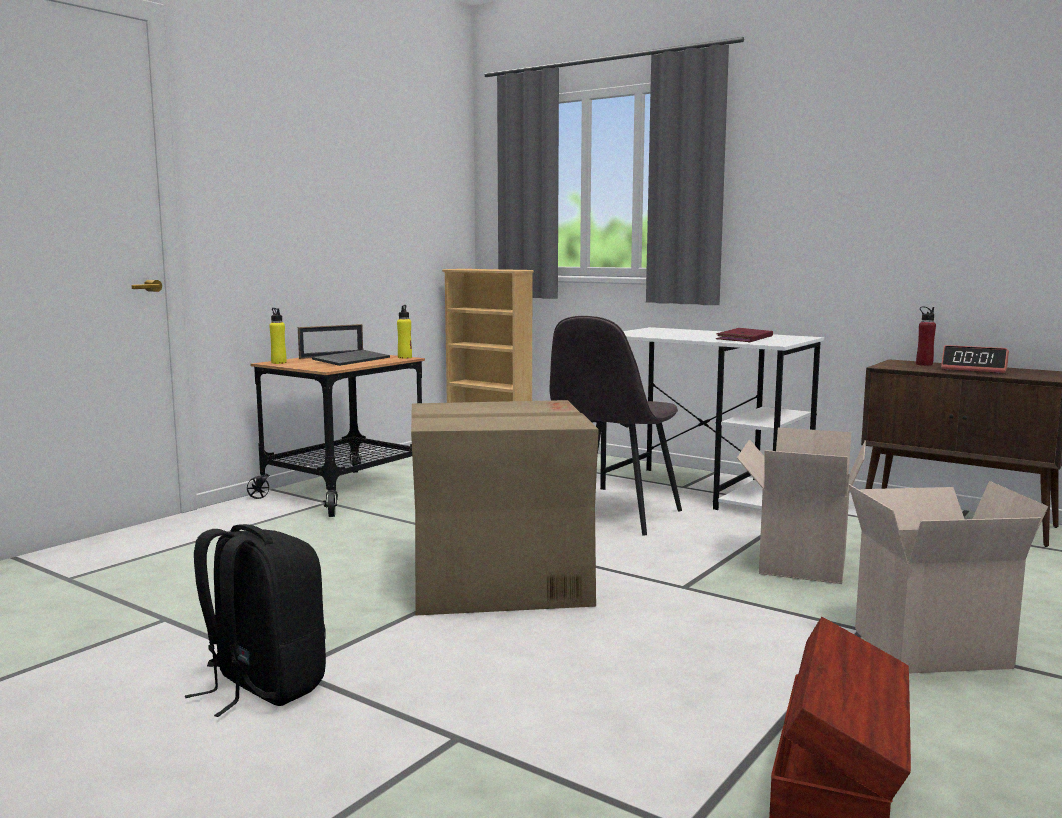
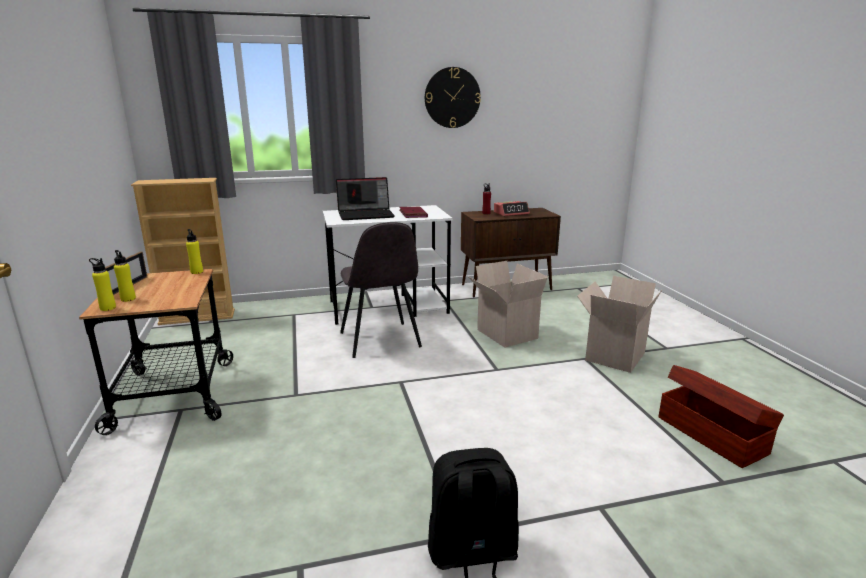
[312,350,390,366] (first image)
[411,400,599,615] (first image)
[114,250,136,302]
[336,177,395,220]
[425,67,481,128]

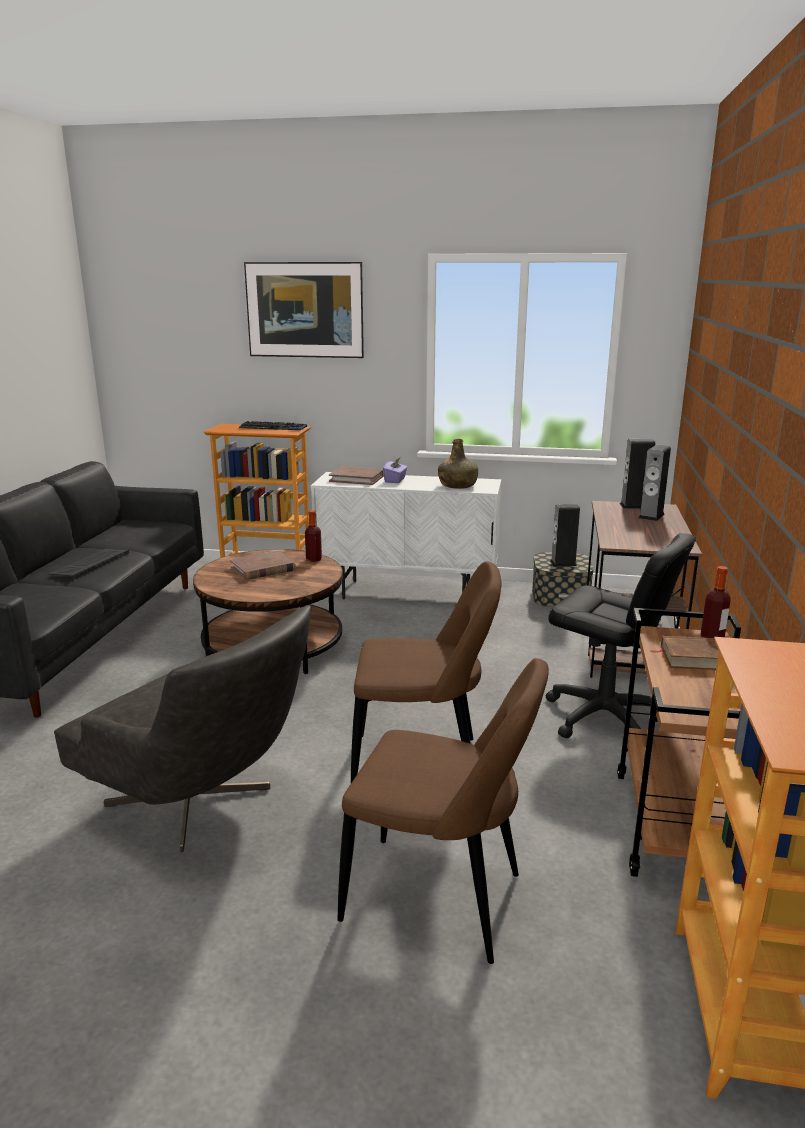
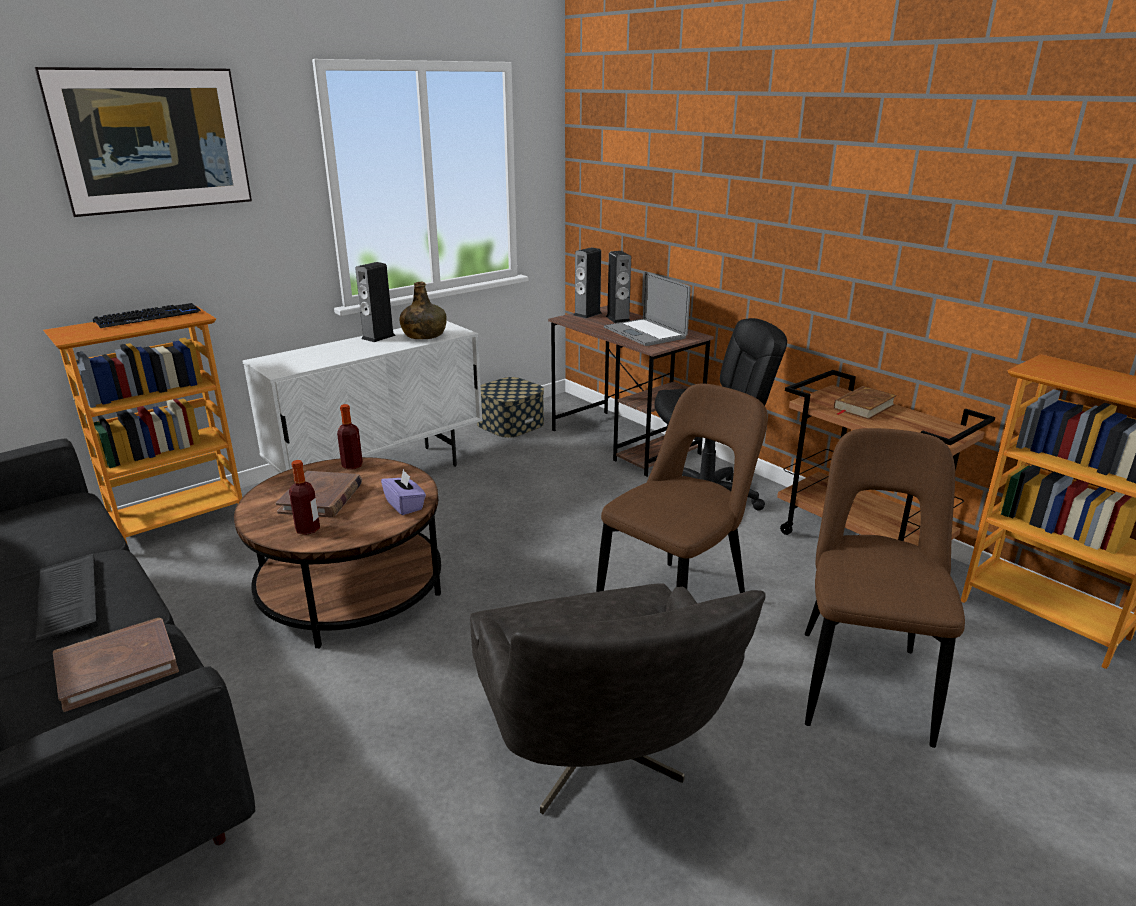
[604,272,691,346]
[53,618,179,712]
[381,469,426,515]
[355,262,396,342]
[289,460,320,535]
[470,583,766,814]
[805,428,965,748]

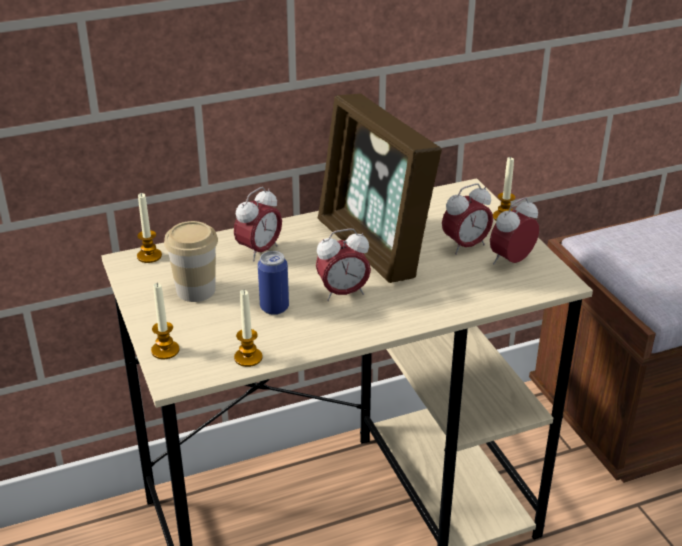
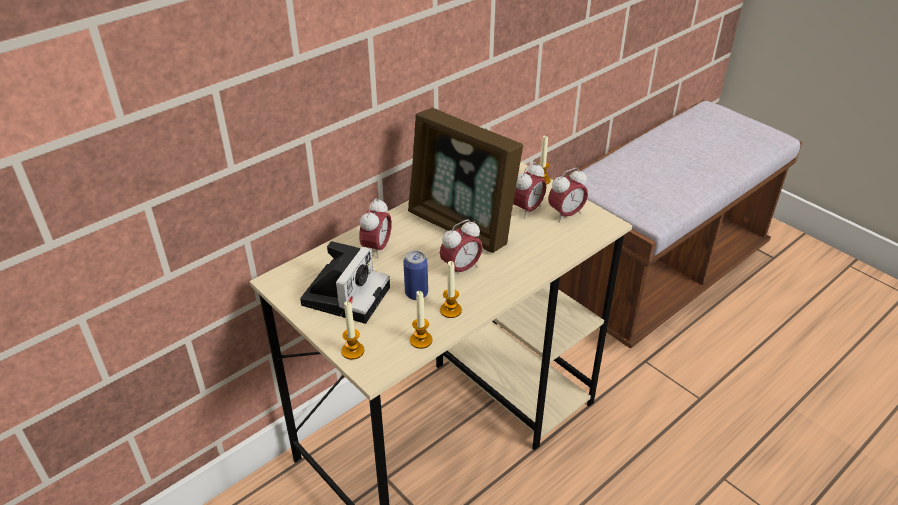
[440,261,462,318]
[300,241,390,324]
[548,168,588,222]

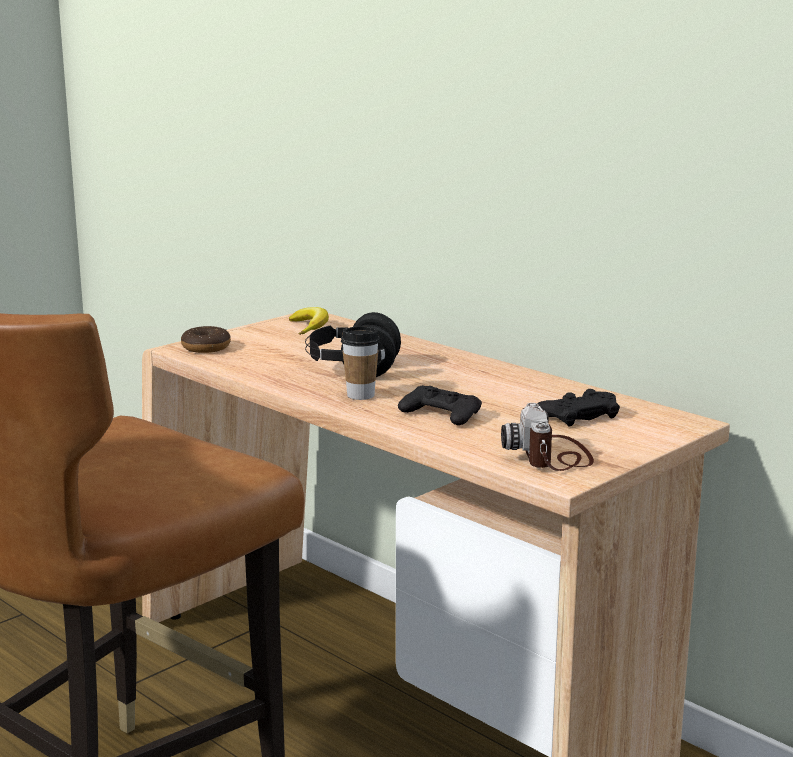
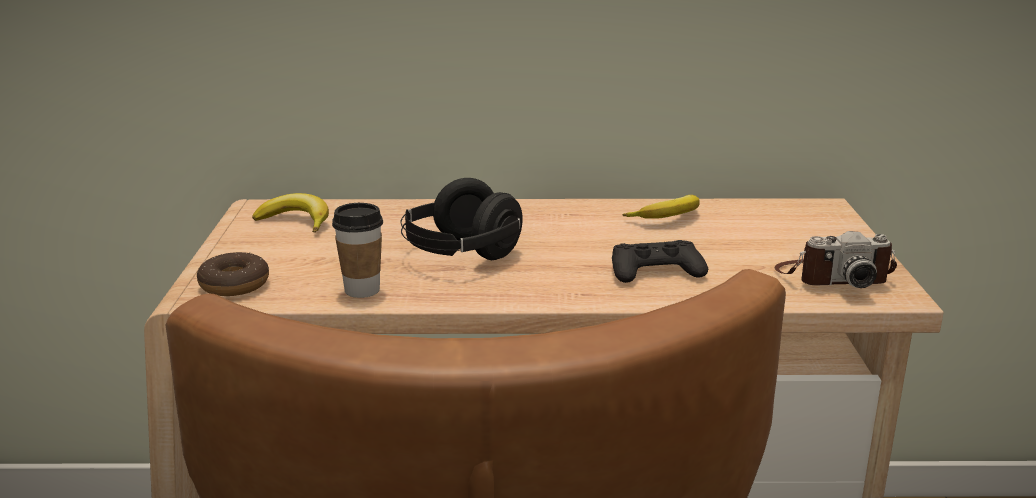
[537,389,620,427] (first image)
[622,195,700,219]
[332,203,383,298]
[775,231,897,288]

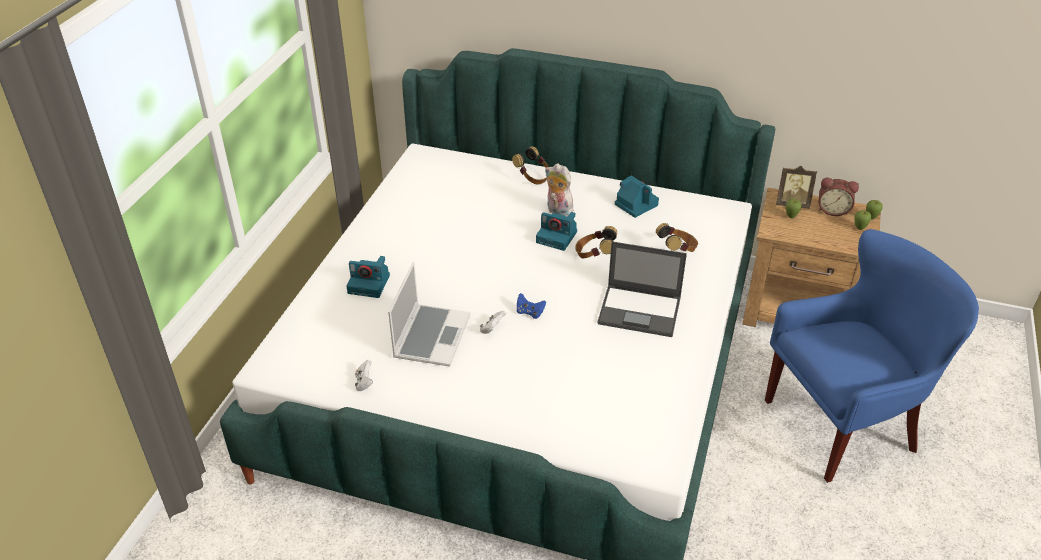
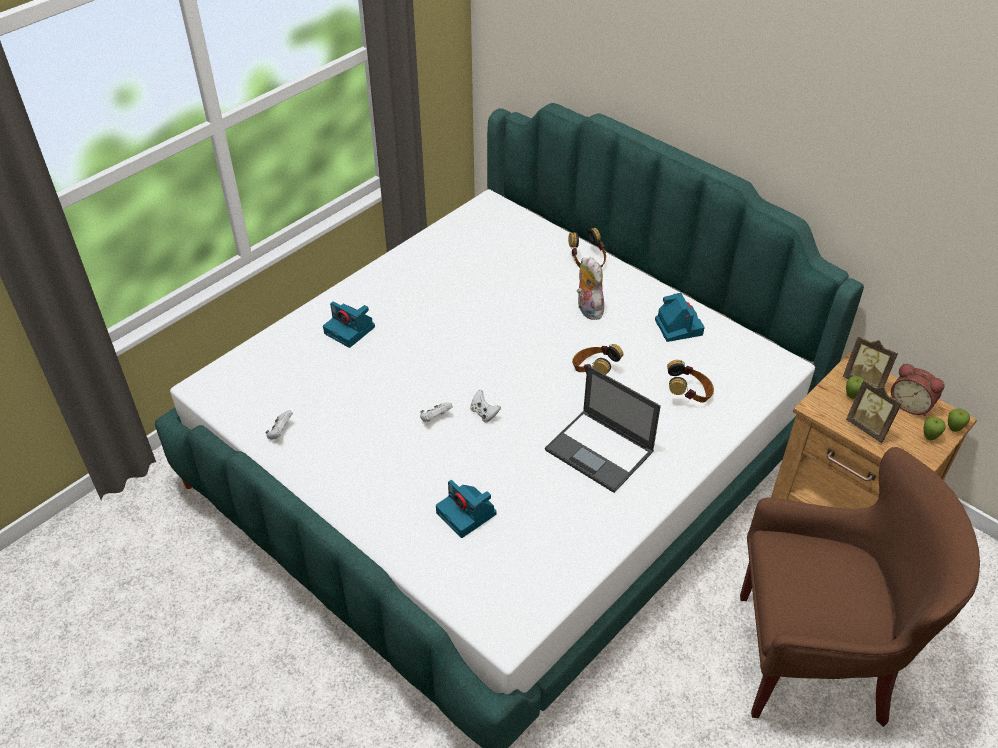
[388,262,471,367] (first image)
[846,379,902,443]
[436,480,497,538]
[470,390,501,423]
[740,447,980,727]

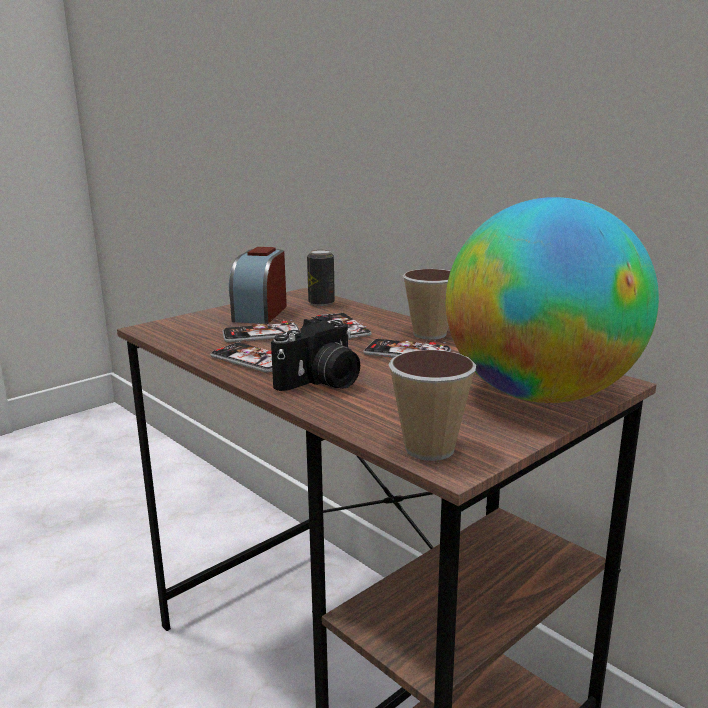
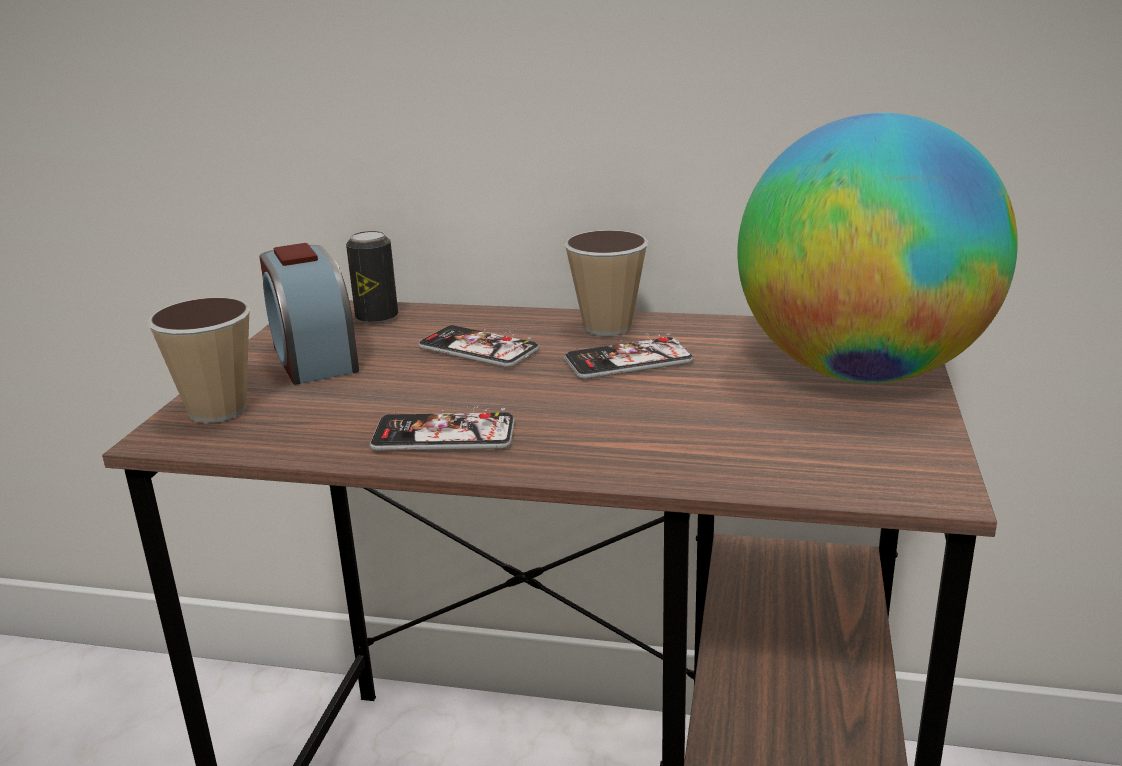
[222,319,299,342] (first image)
[271,317,360,391] (first image)
[148,297,251,423]

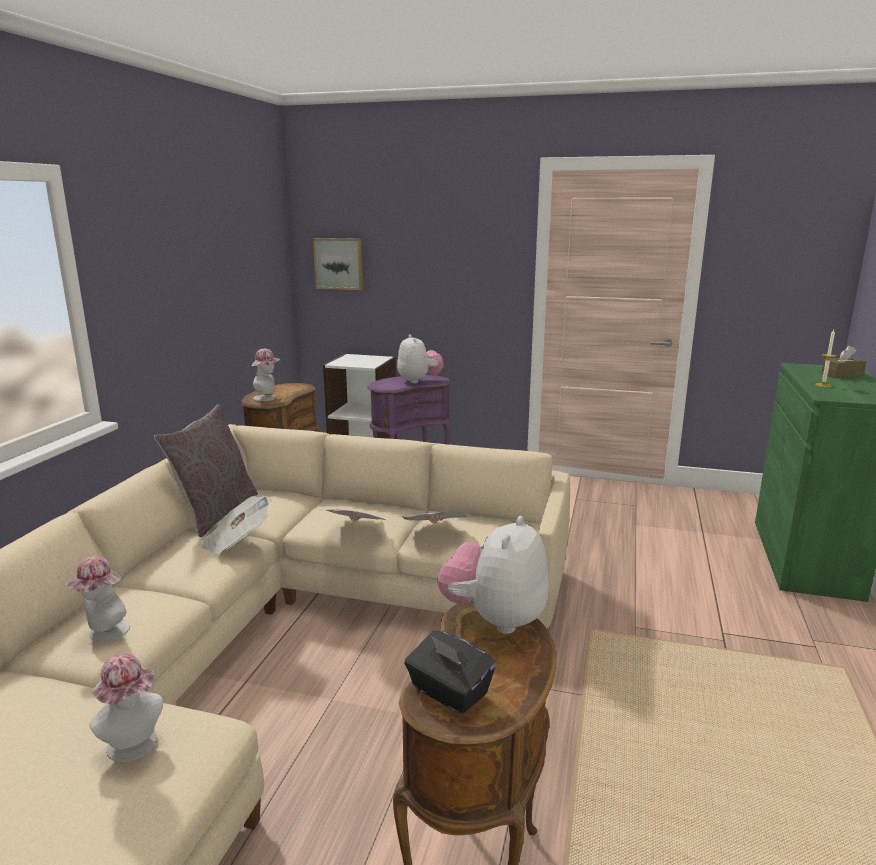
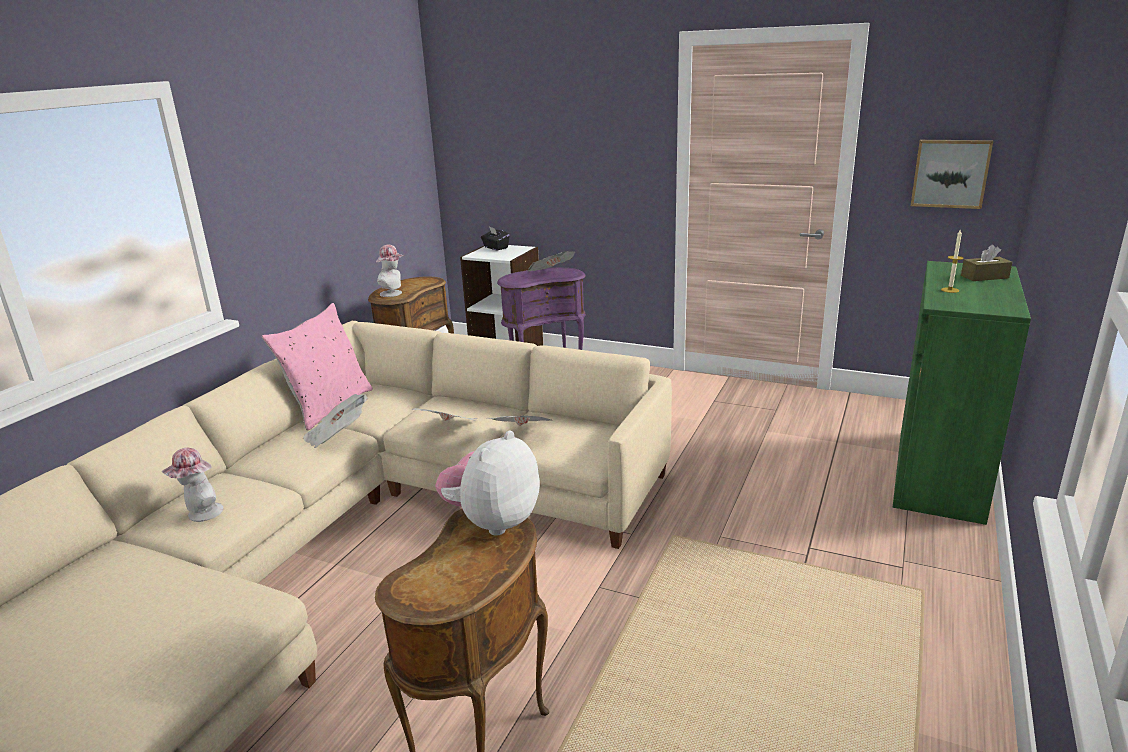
[89,654,163,762] (first image)
[911,140,993,209]
[481,227,510,251]
[528,251,575,271]
[262,303,373,431]

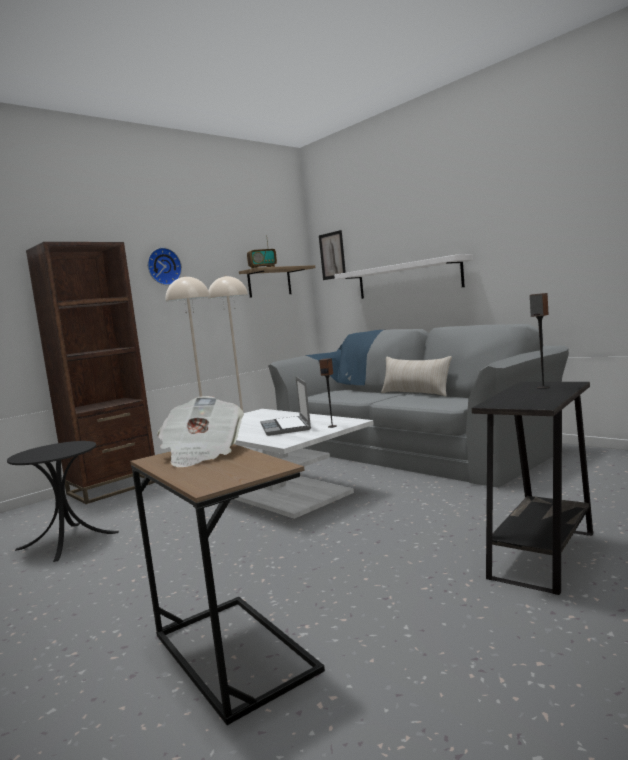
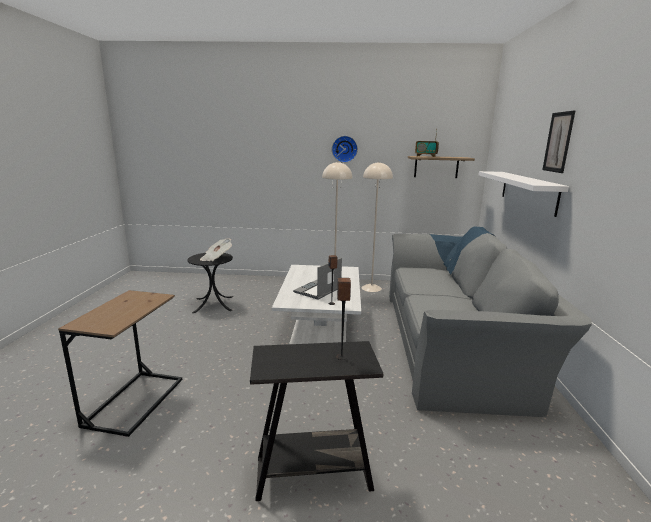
[26,242,155,504] (first image)
[381,356,452,397] (first image)
[200,238,232,261]
[542,111,575,173]

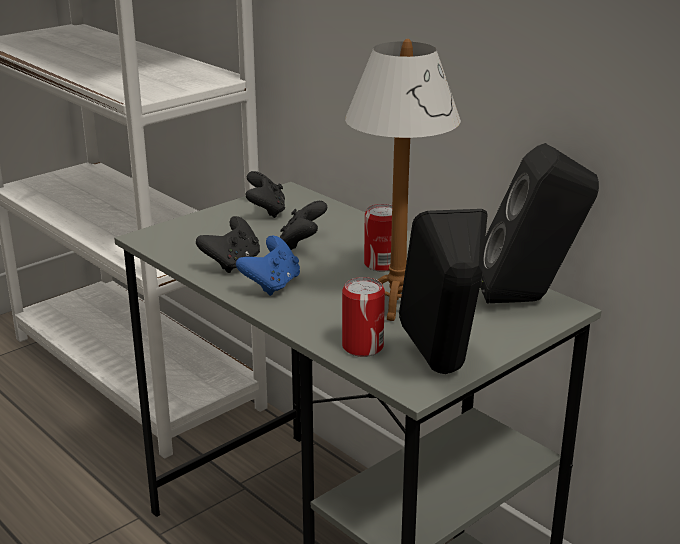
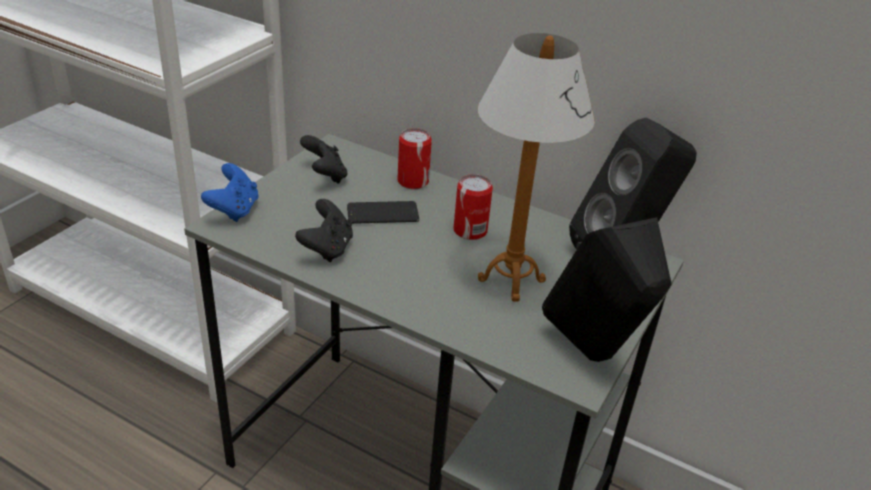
[201,163,258,222]
[397,128,432,189]
[347,201,419,224]

